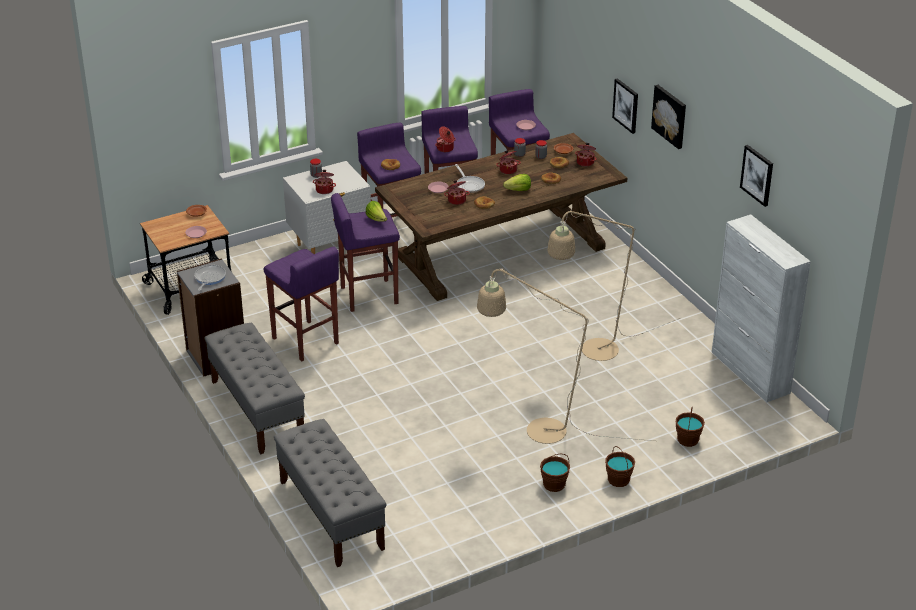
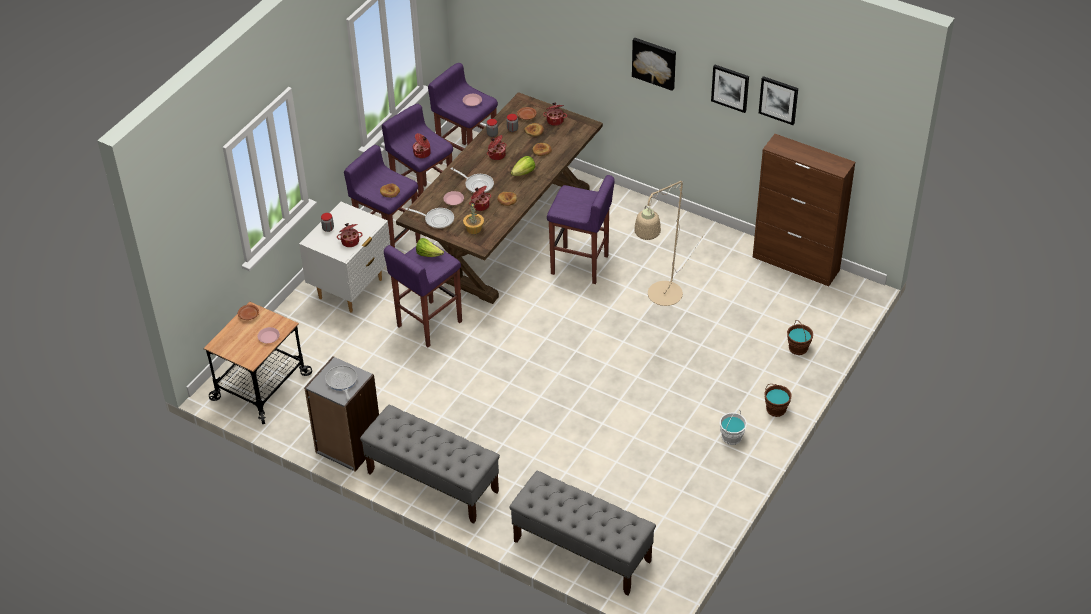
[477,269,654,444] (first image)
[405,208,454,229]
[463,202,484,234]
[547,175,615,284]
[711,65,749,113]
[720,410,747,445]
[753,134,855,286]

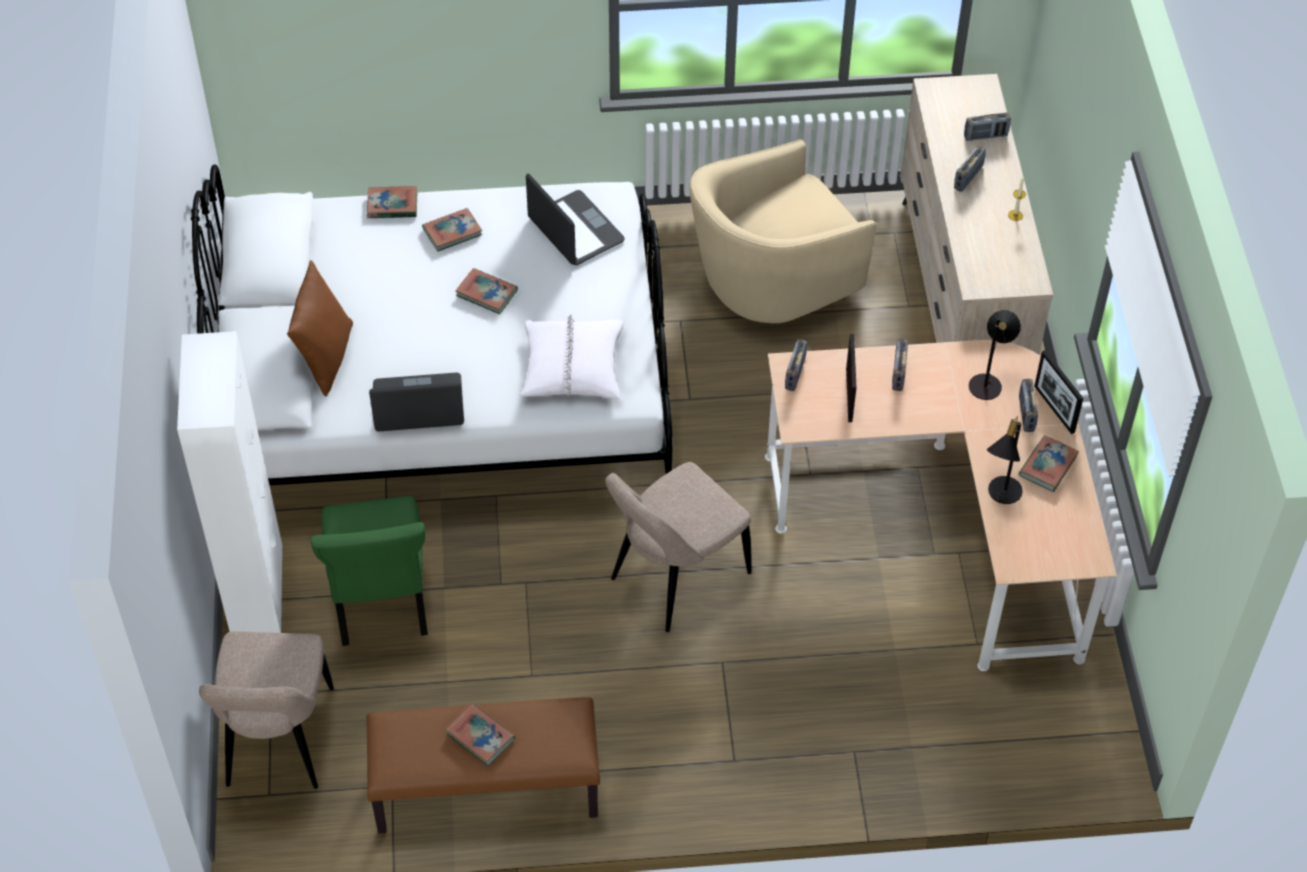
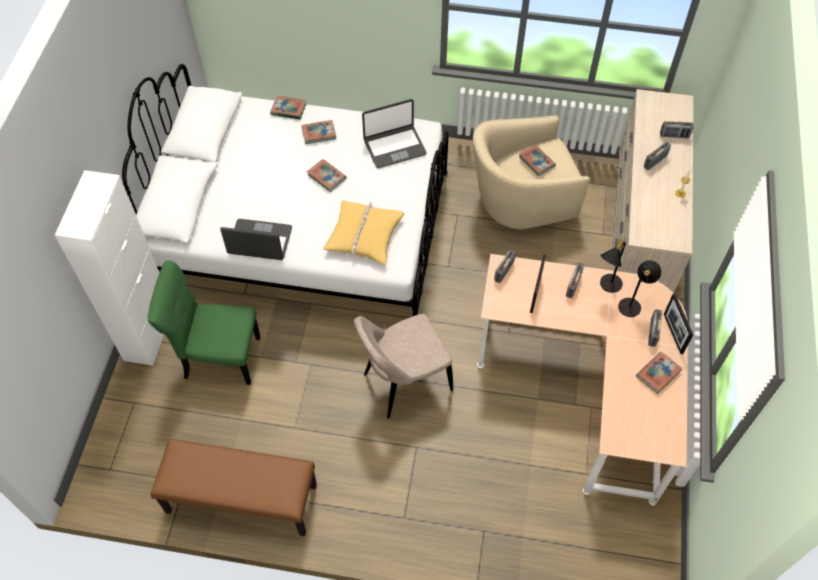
[199,631,334,789] (first image)
[287,260,353,397] (first image)
[519,145,556,176]
[600,237,626,293]
[323,200,404,265]
[147,260,260,385]
[362,99,427,168]

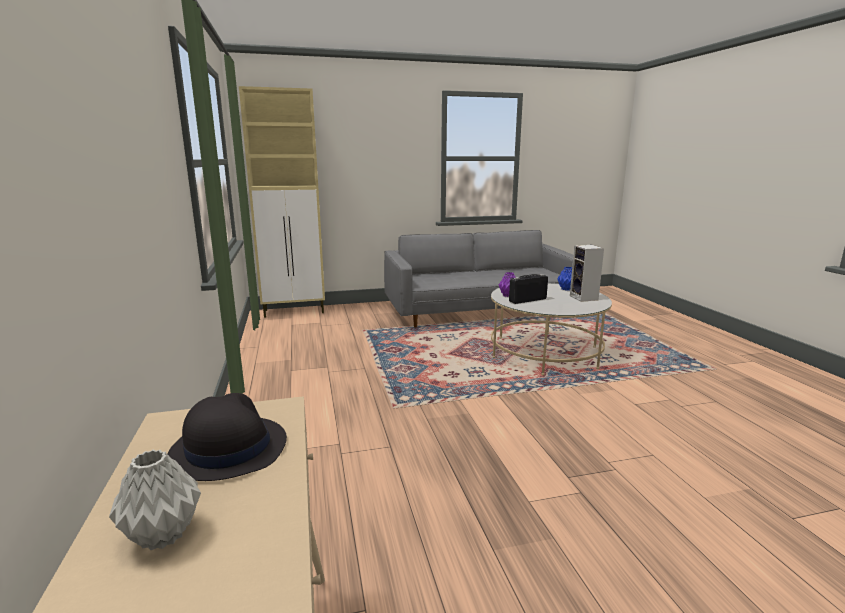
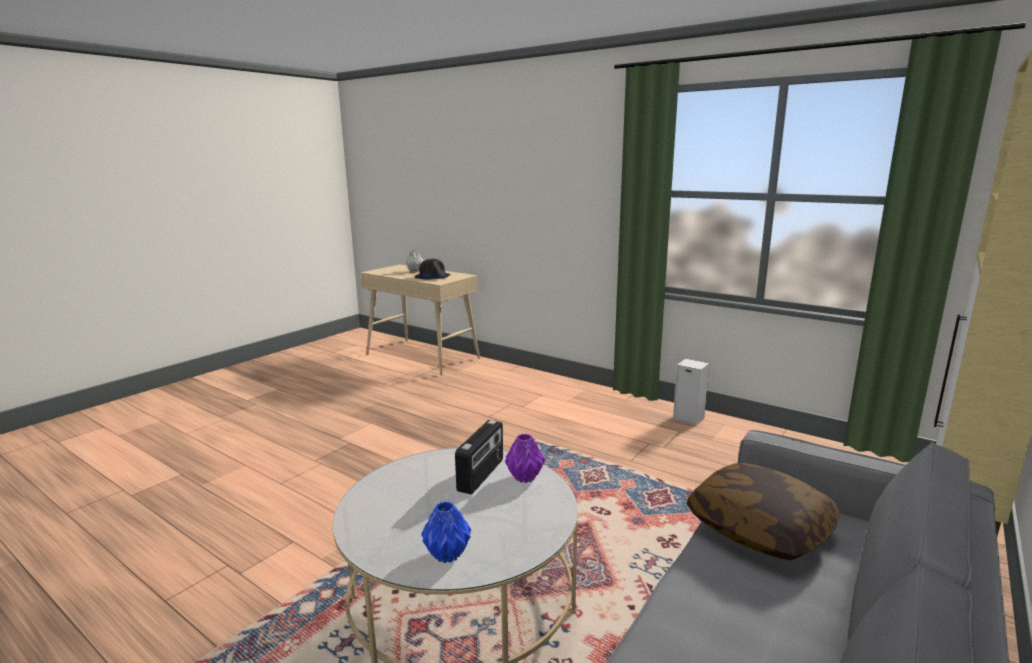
[686,463,840,560]
[673,359,709,426]

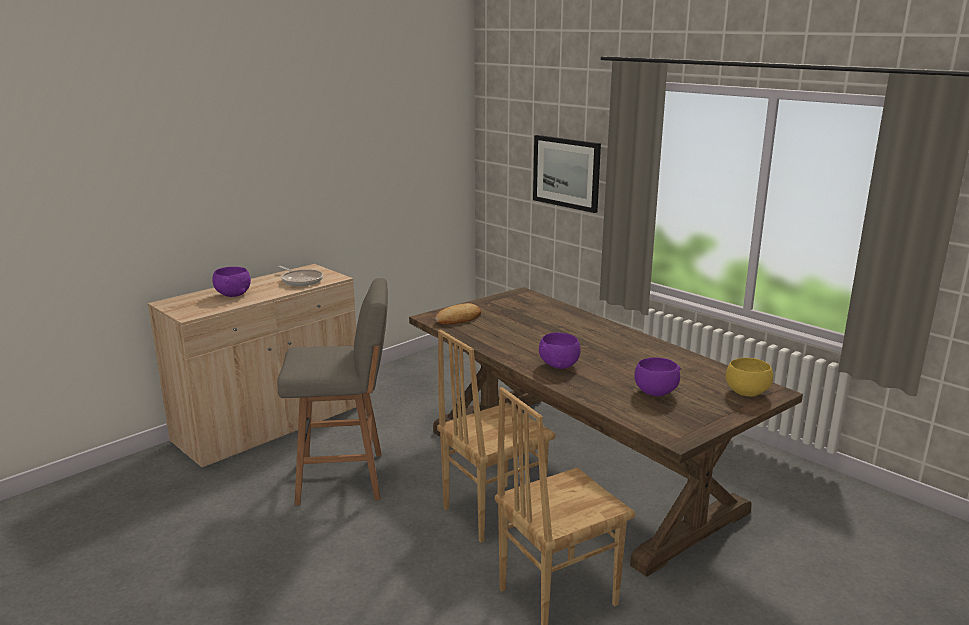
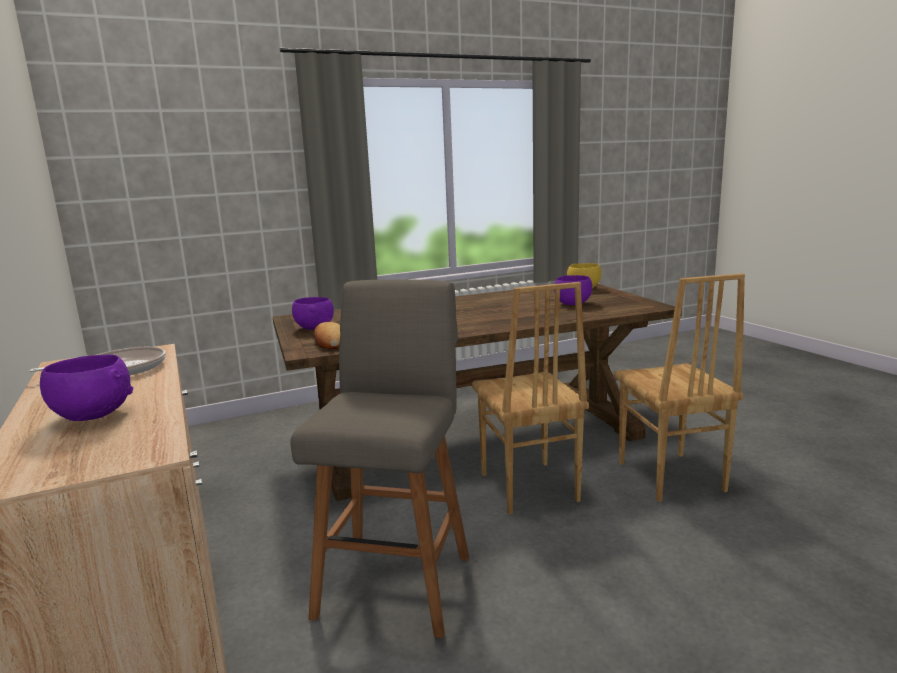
[533,135,601,213] (first image)
[292,297,334,330]

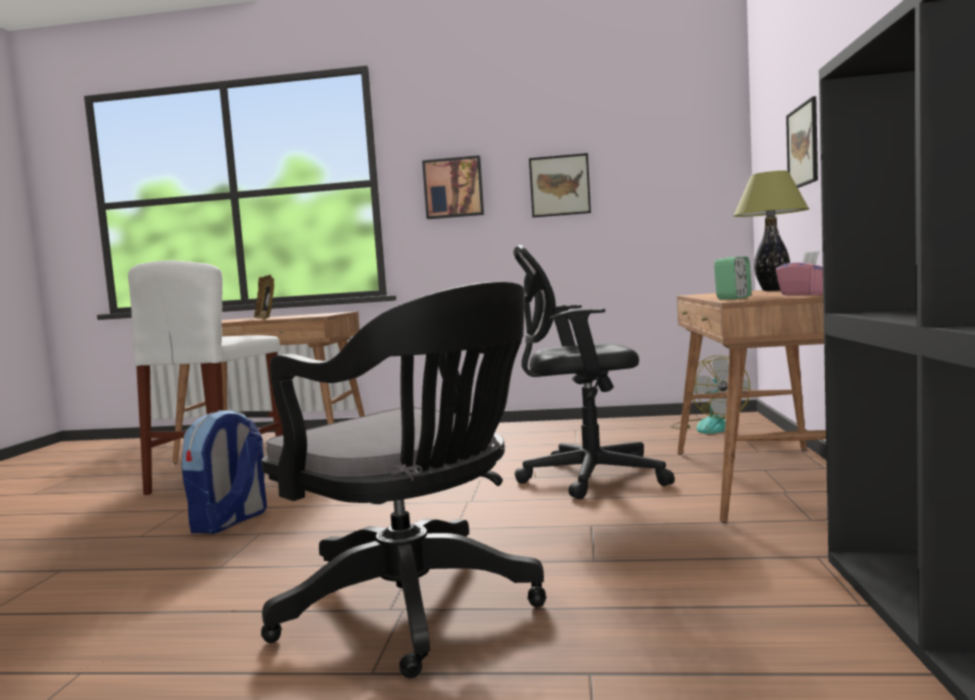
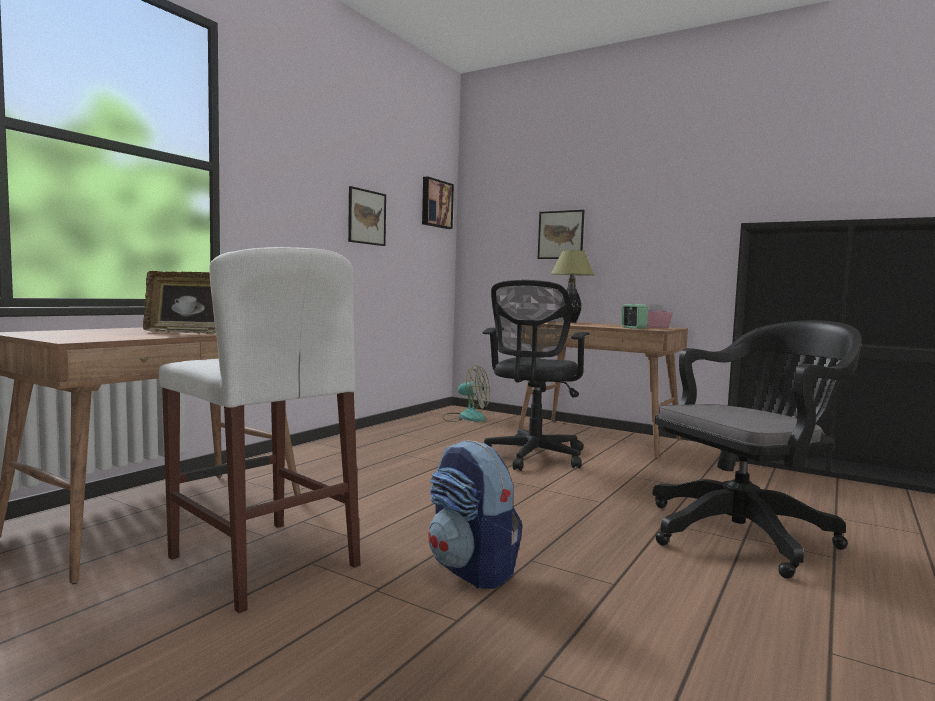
[422,176,454,229]

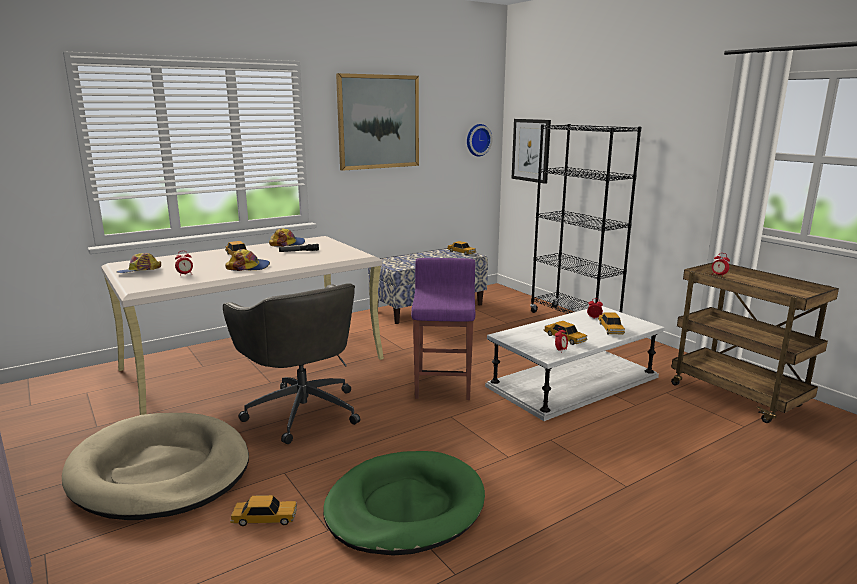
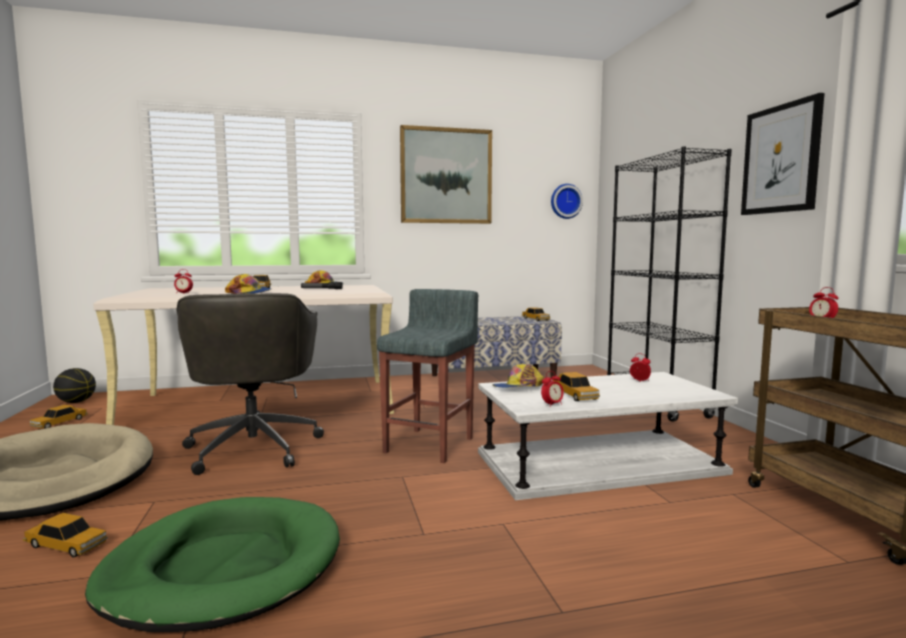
[53,368,96,403]
[493,364,545,388]
[741,93,825,215]
[30,405,88,429]
[377,289,478,463]

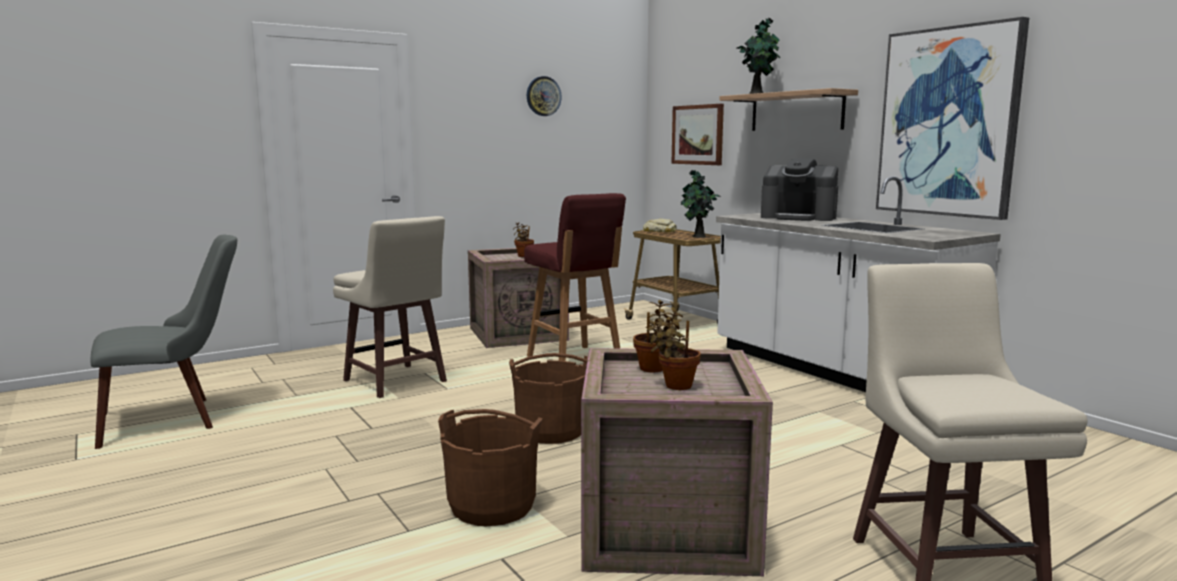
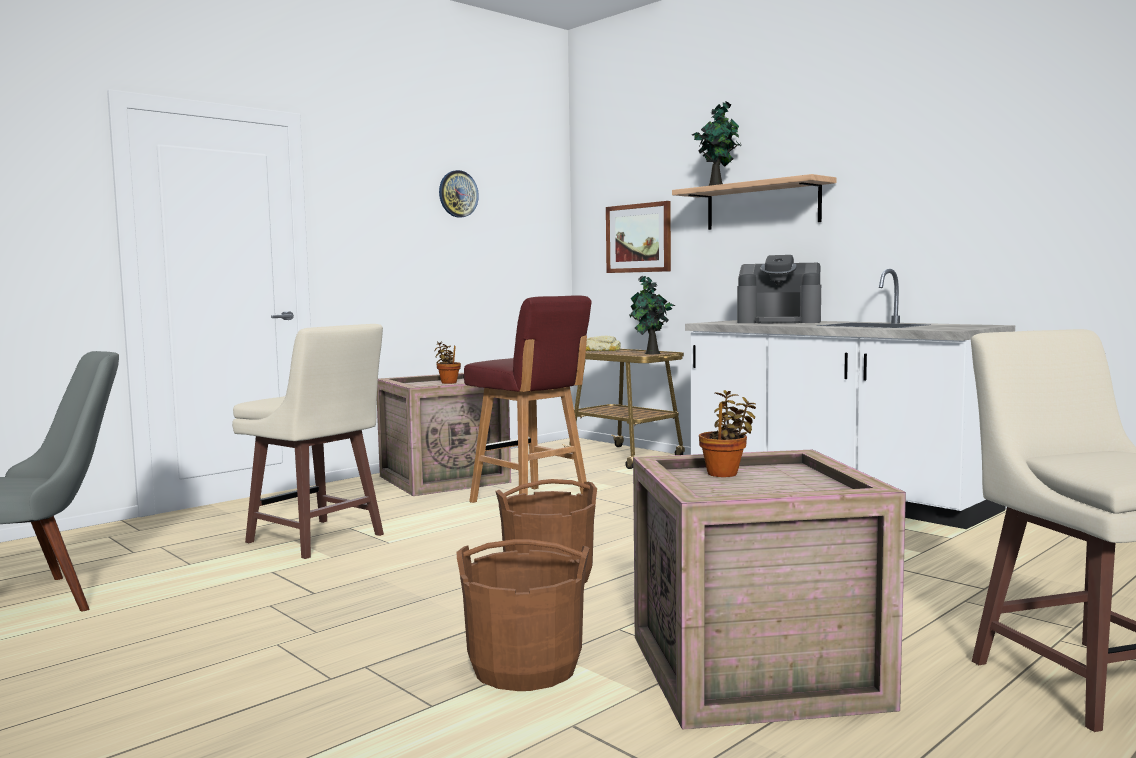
[647,317,701,390] (first image)
[876,17,1029,220] (first image)

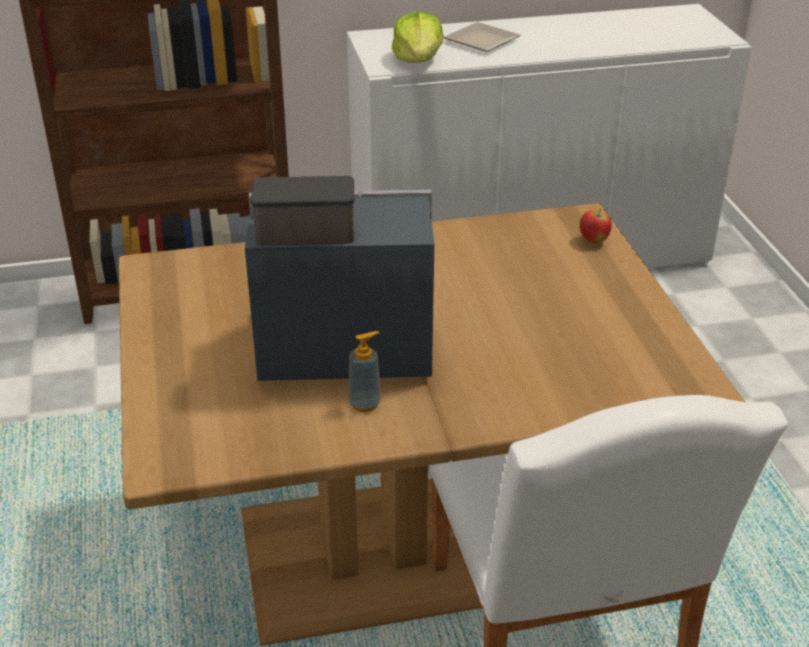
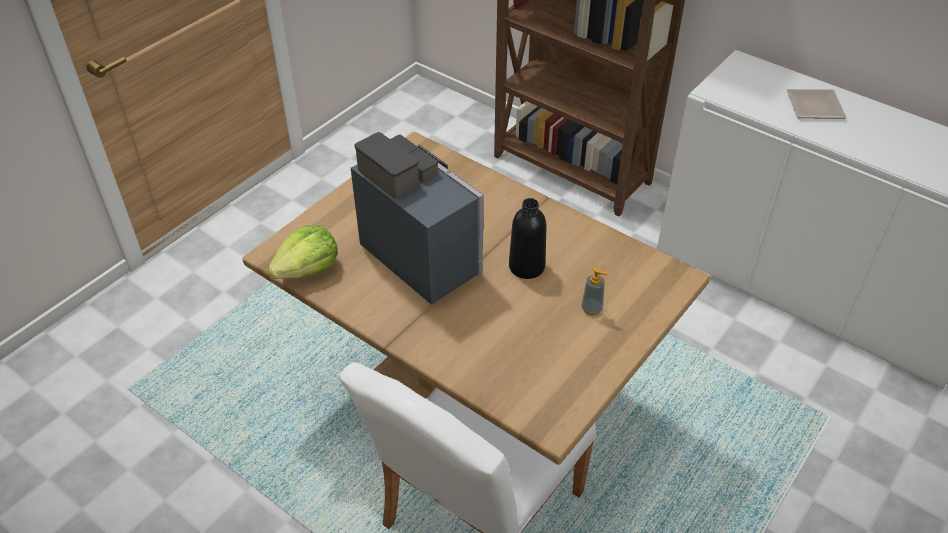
[580,208,612,243] (first image)
[509,198,546,279]
[581,268,608,315]
[268,225,338,279]

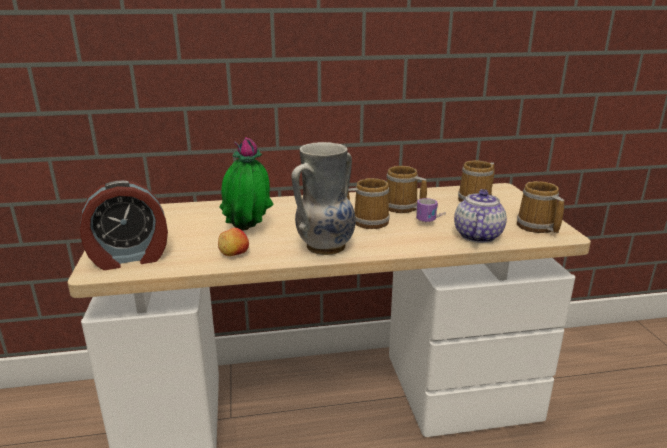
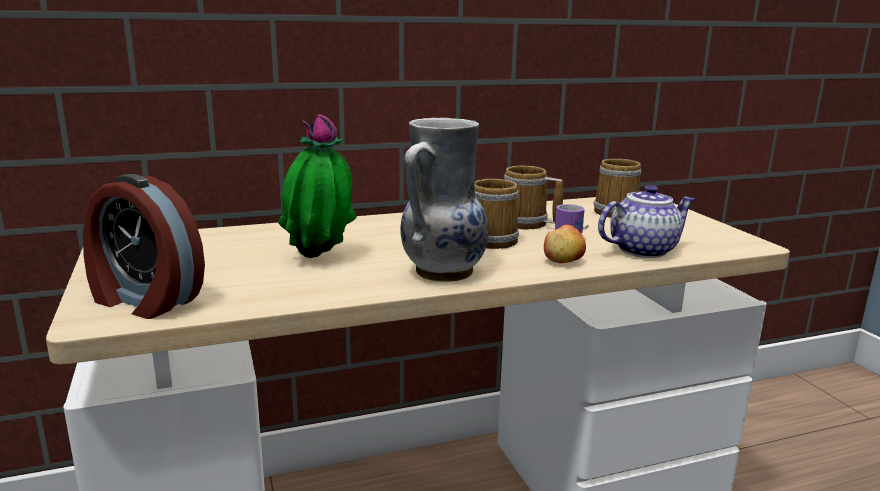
[517,181,564,233] (first image)
[544,224,586,263]
[83,174,205,319]
[598,185,695,258]

